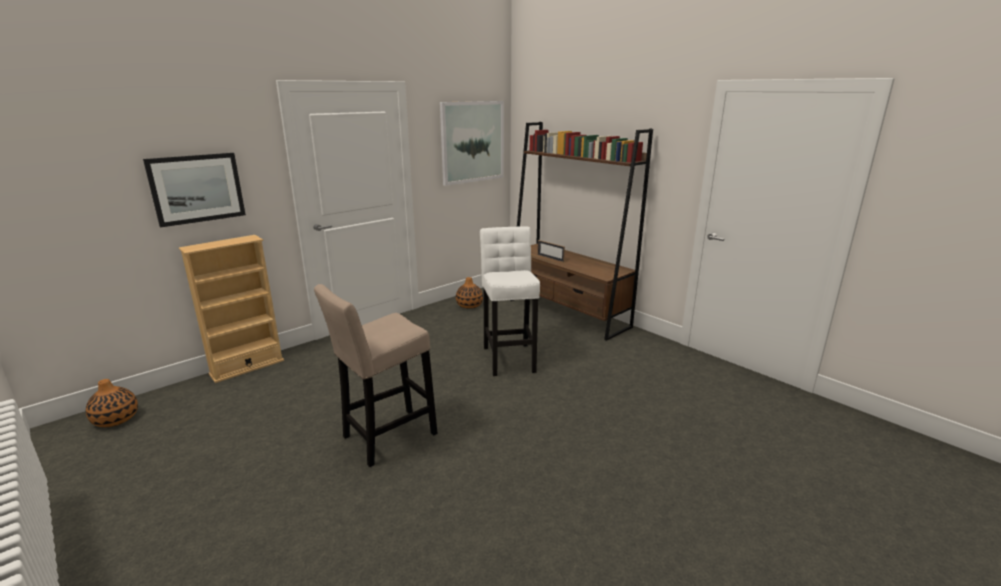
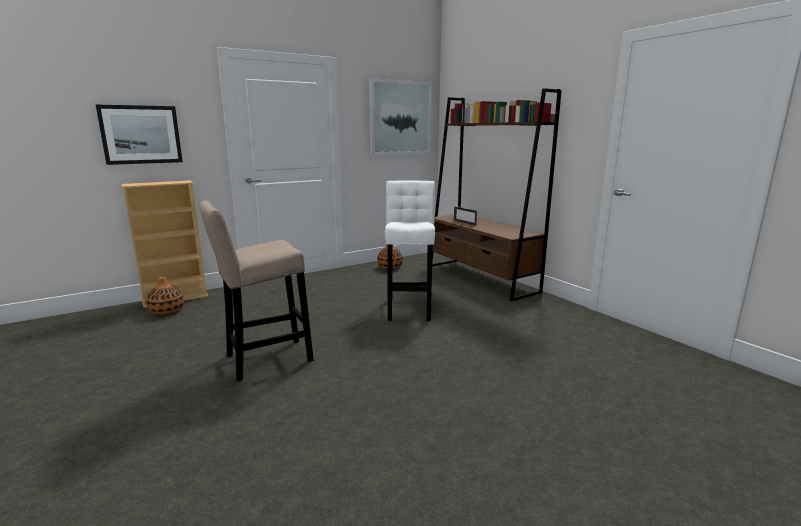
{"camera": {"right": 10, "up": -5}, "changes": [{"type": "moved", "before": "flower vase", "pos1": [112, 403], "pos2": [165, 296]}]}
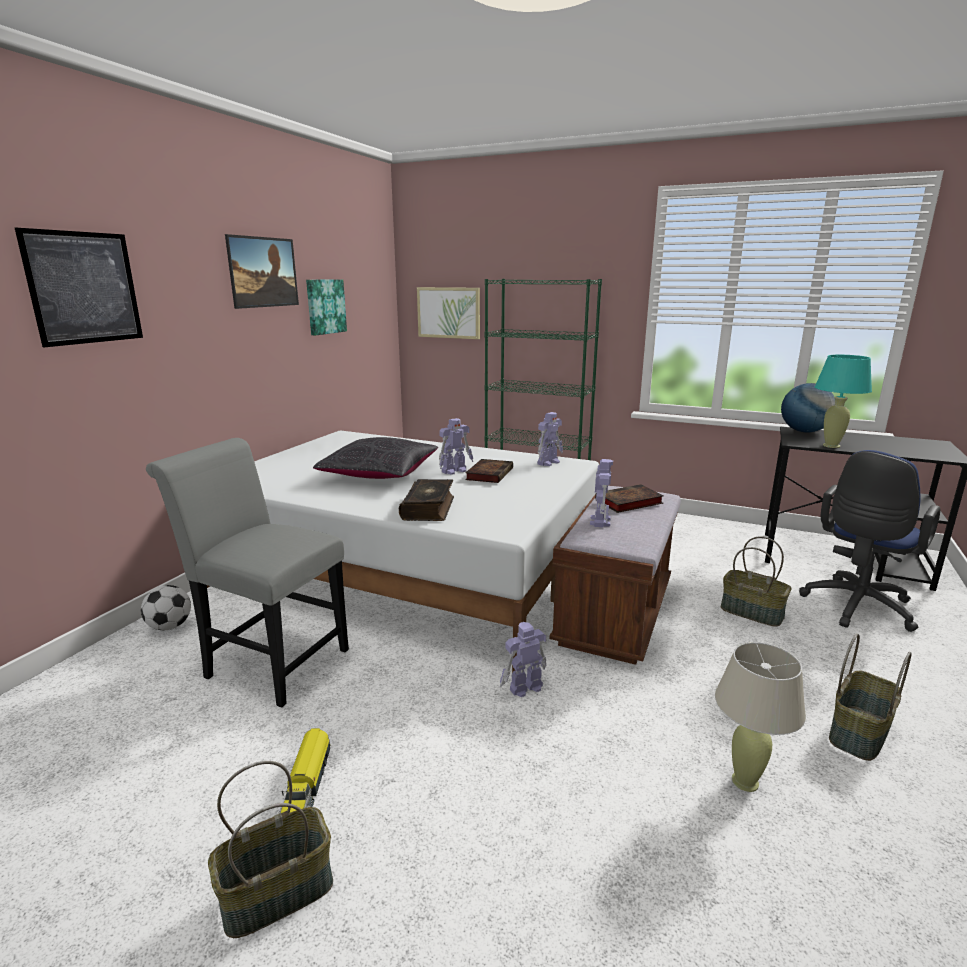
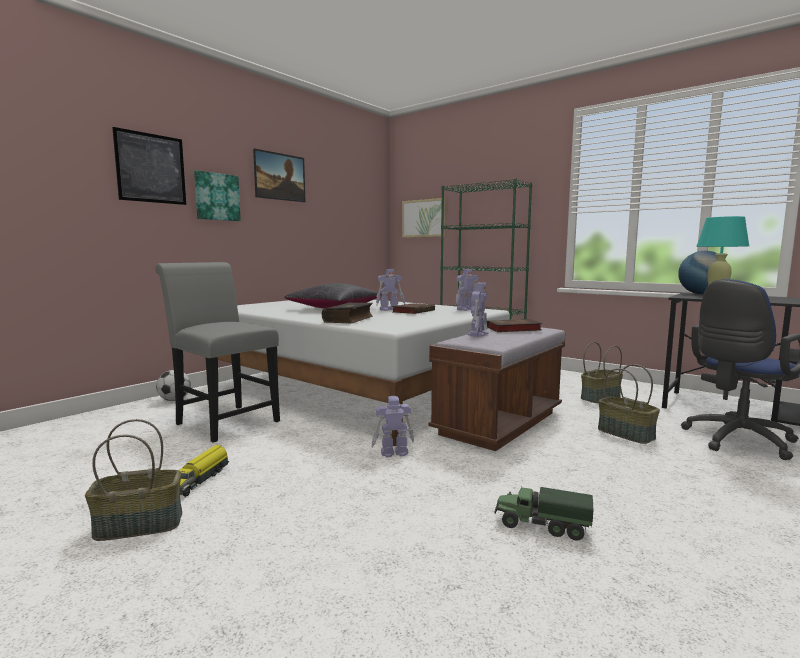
{"camera": {"right": 15, "up": -10}, "changes": [{"type": "moved", "before": "wall art", "pos1": [326, 307], "pos2": [217, 195]}, {"type": "moved", "before": "storage basket", "pos1": [870, 697], "pos2": [602, 372]}, {"type": "replaced", "before": "sand-coloured lamp for a table", "after": "model truck", "pos1": [760, 717], "pos2": [543, 514]}]}
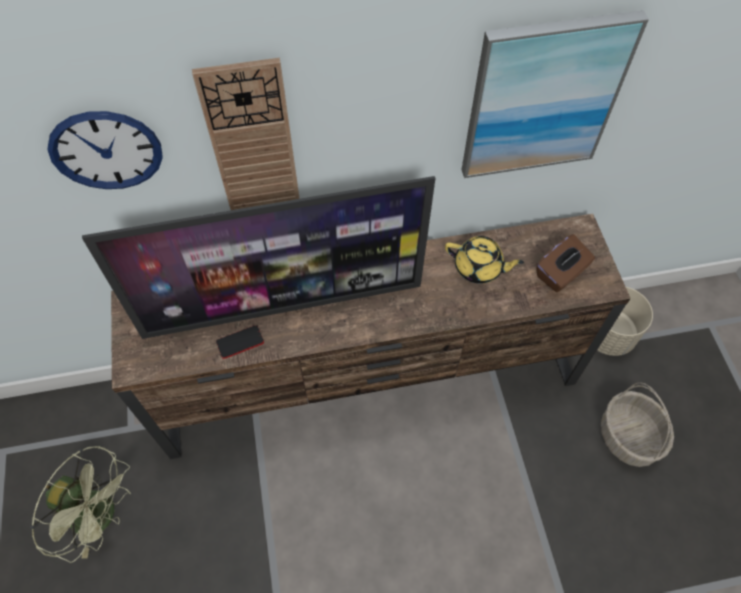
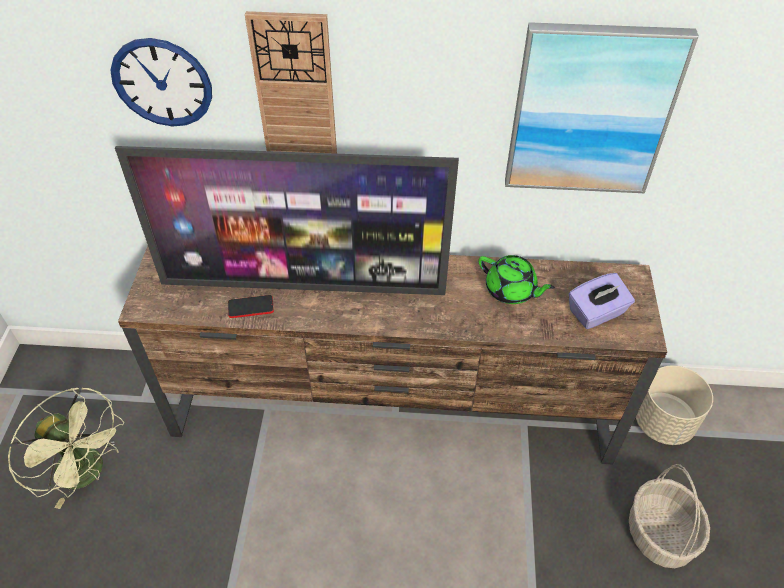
{"camera": {"right": 15, "up": -10}, "changes": [{"type": "recoloured", "before": "yellow pot for tea", "after": "greenish pot for tea", "pos1": [484, 260], "pos2": [517, 279]}, {"type": "recoloured", "before": "brown tissue box", "after": "purplish tissue box", "pos1": [566, 263], "pos2": [602, 301]}]}
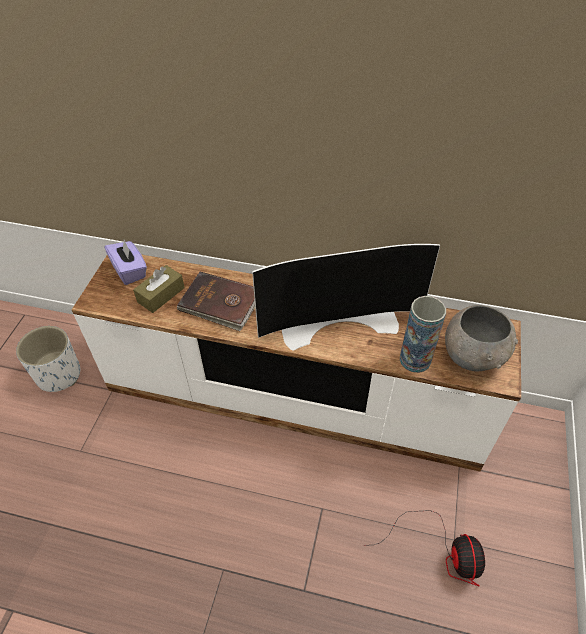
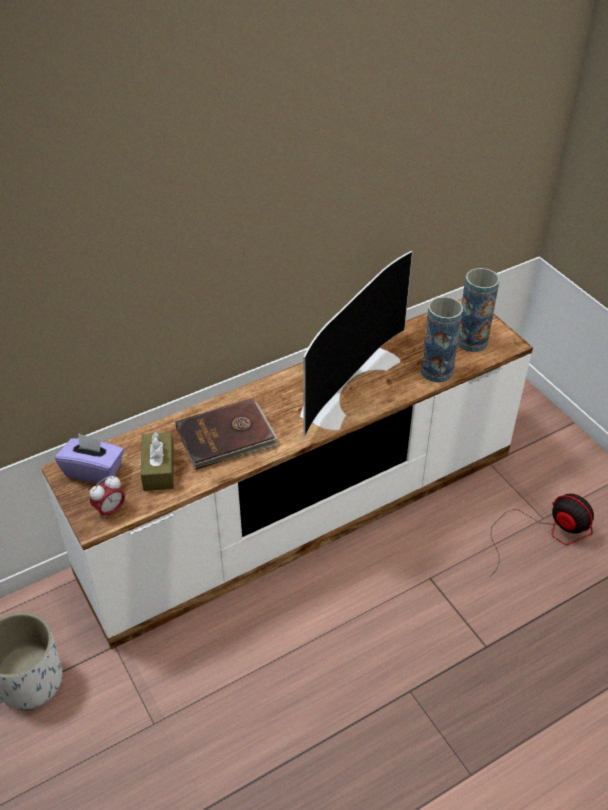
{"camera": {"right": -45, "up": -5}, "changes": [{"type": "added", "after": "table clock", "pos2": [107, 498]}, {"type": "replaced", "before": "greyish bowl", "after": "flower vase", "pos1": [481, 338], "pos2": [479, 310]}]}
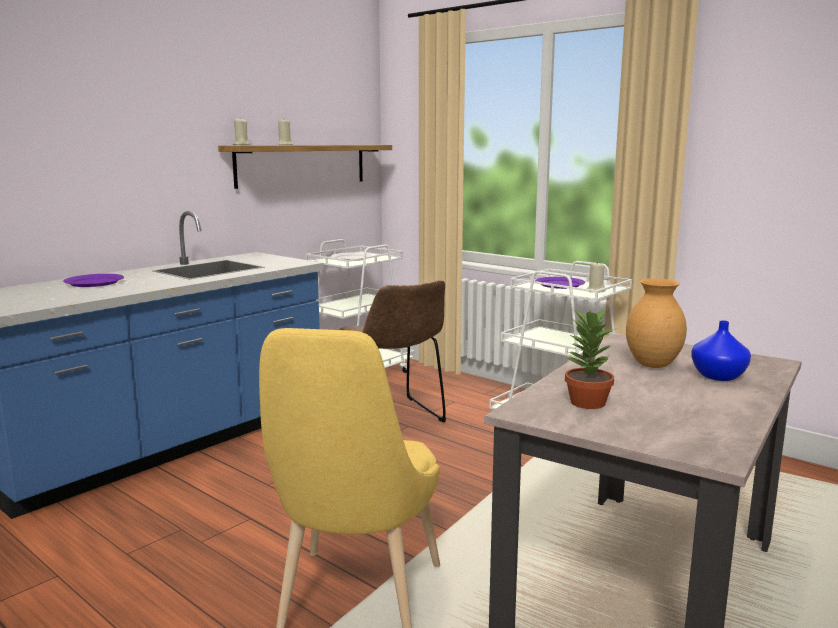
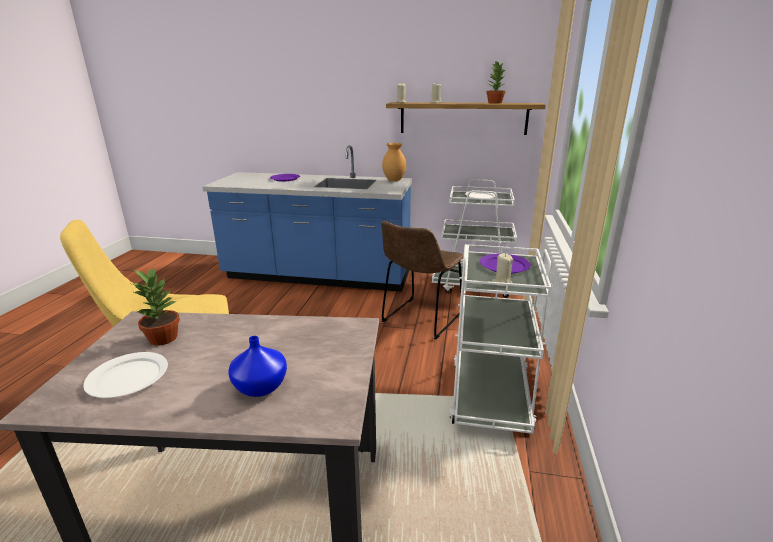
{"camera": {"right": 60, "up": 10}, "changes": [{"type": "added", "after": "white flat dish", "pos2": [125, 375]}, {"type": "added", "after": "potted plant", "pos2": [496, 82]}, {"type": "moved", "before": "brown flower vase", "pos1": [656, 323], "pos2": [394, 162]}]}
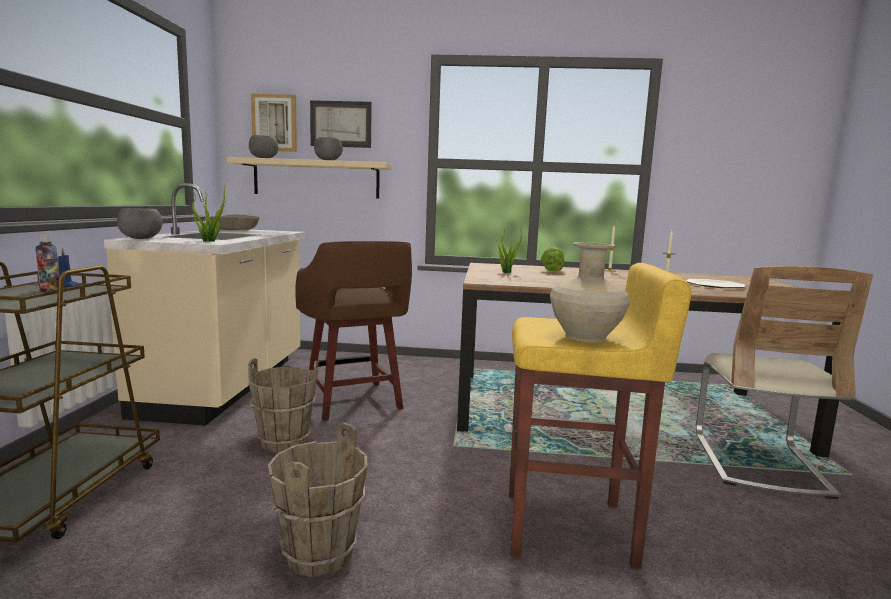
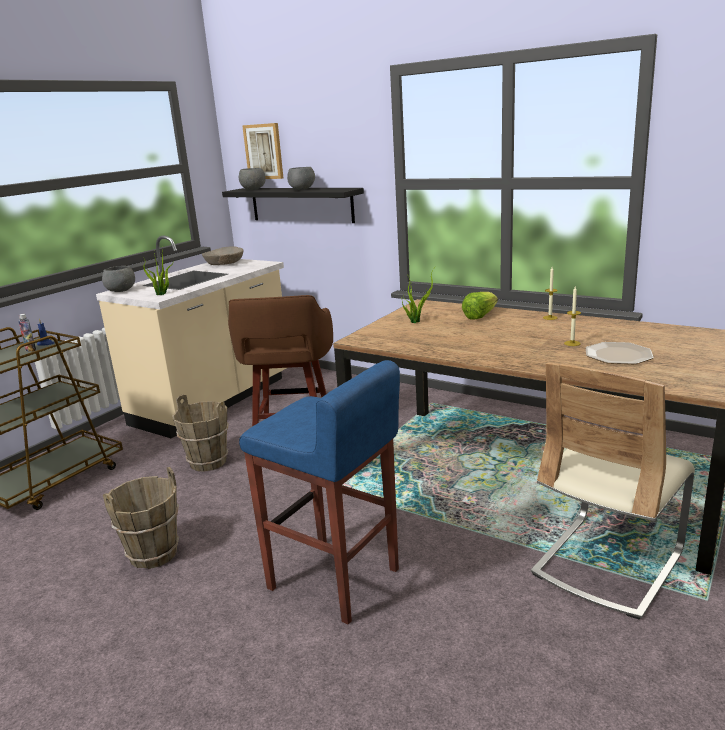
{"camera": {"right": 30, "up": 10}, "changes": [{"type": "removed", "before": "wall art", "pos1": [341, 124]}, {"type": "removed", "before": "sand-coloured flower vase", "pos1": [590, 292]}, {"type": "recoloured", "before": "sand-coloured shelf", "after": "black shelf", "pos1": [309, 178], "pos2": [293, 205]}, {"type": "recoloured", "before": "yellow stool", "after": "bluish stool", "pos1": [600, 416], "pos2": [319, 492]}]}
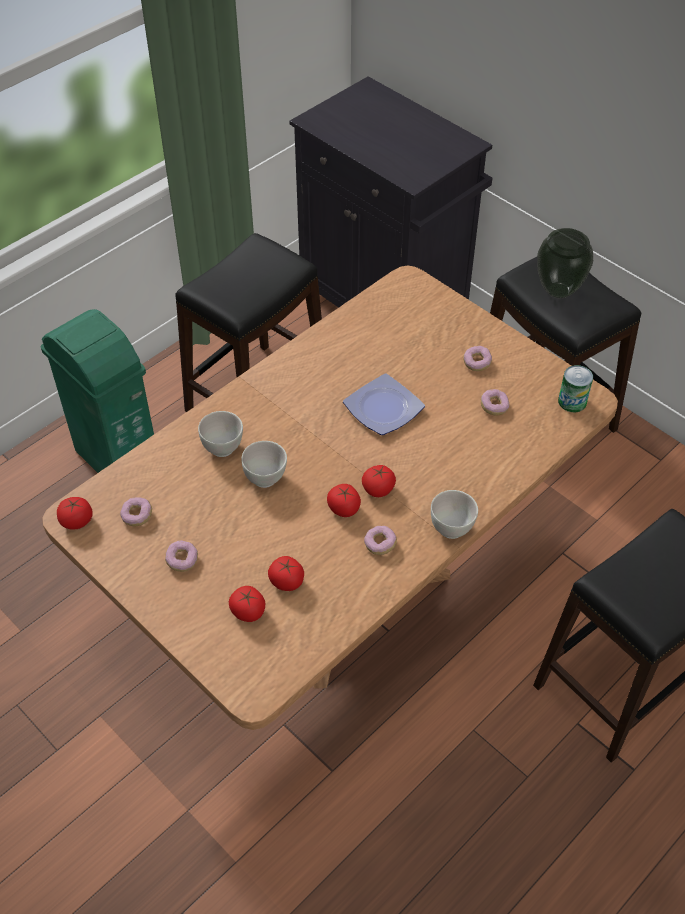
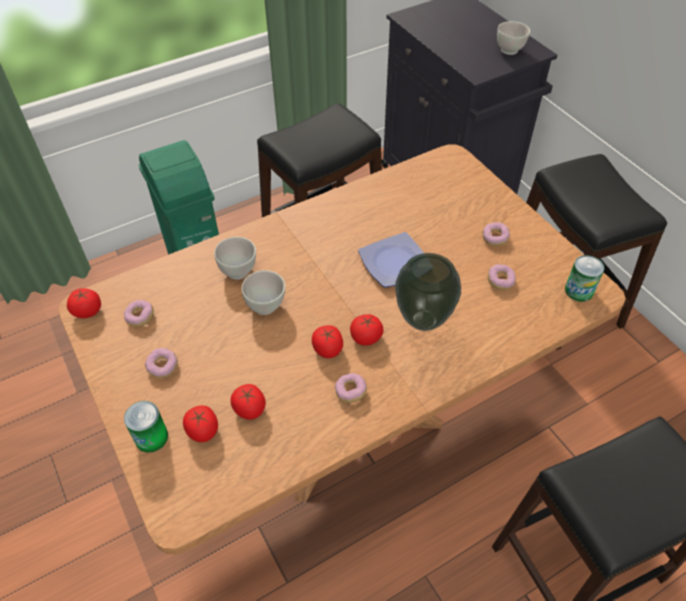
{"camera": {"right": 15, "up": 0}, "changes": [{"type": "added", "after": "can", "pos2": [146, 427]}, {"type": "moved", "before": "white bowl", "pos1": [454, 514], "pos2": [513, 38]}, {"type": "moved", "before": "flower vase", "pos1": [565, 263], "pos2": [428, 292]}]}
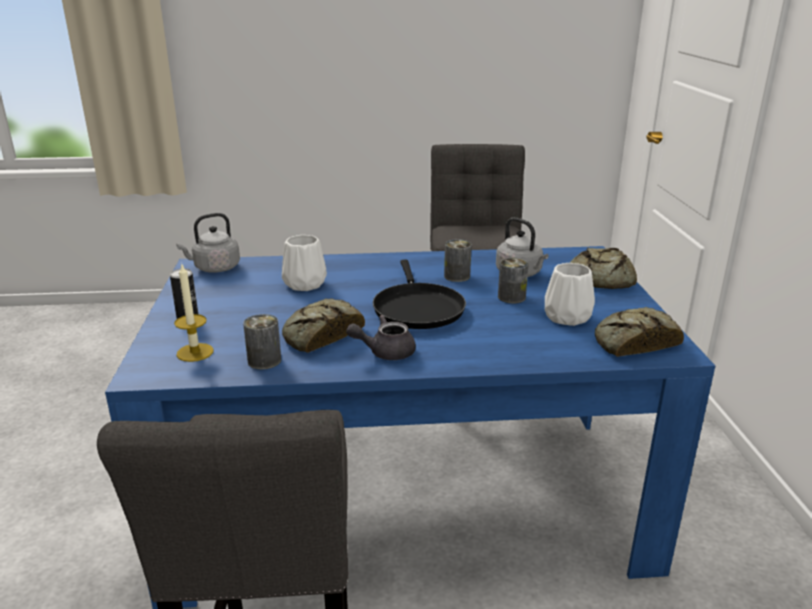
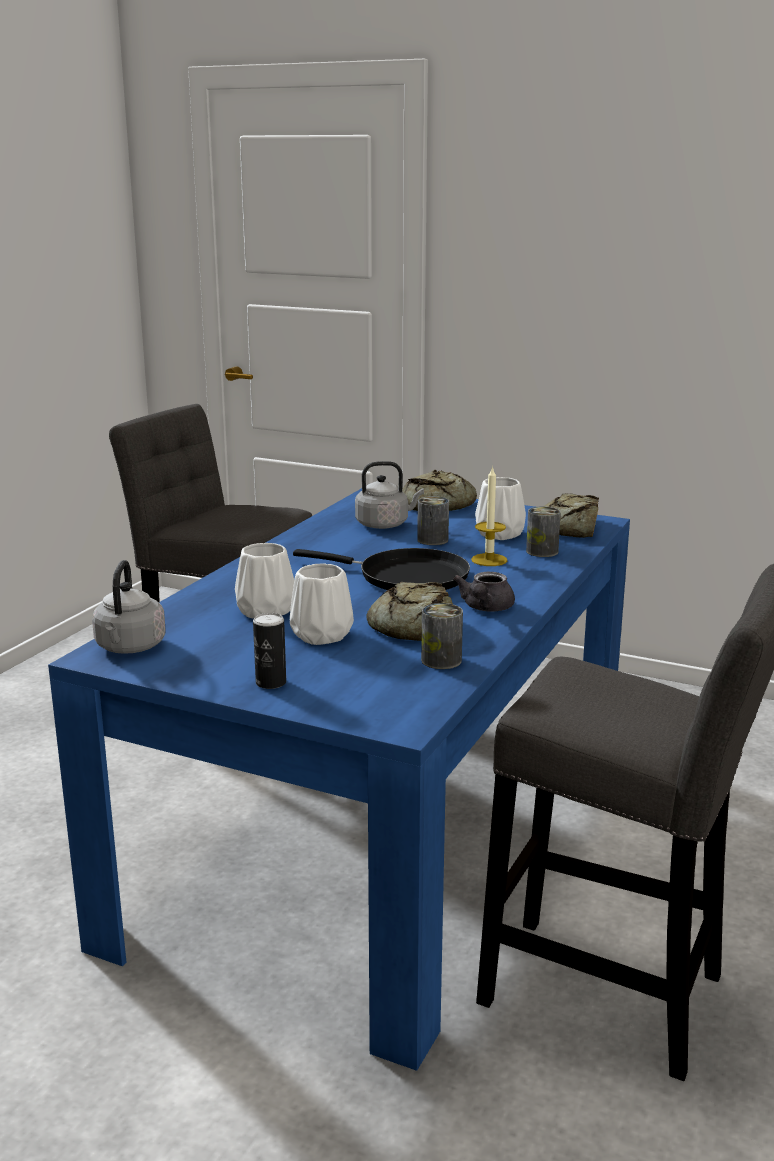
{"camera": {"right": -60, "up": -5}, "changes": [{"type": "added", "after": "white flower vase", "pos2": [322, 604]}, {"type": "moved", "before": "wax light", "pos1": [194, 313], "pos2": [489, 516]}, {"type": "moved", "before": "can", "pos1": [458, 260], "pos2": [543, 531]}]}
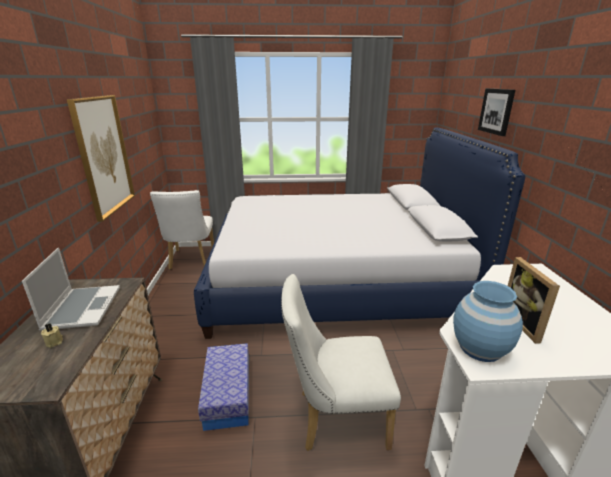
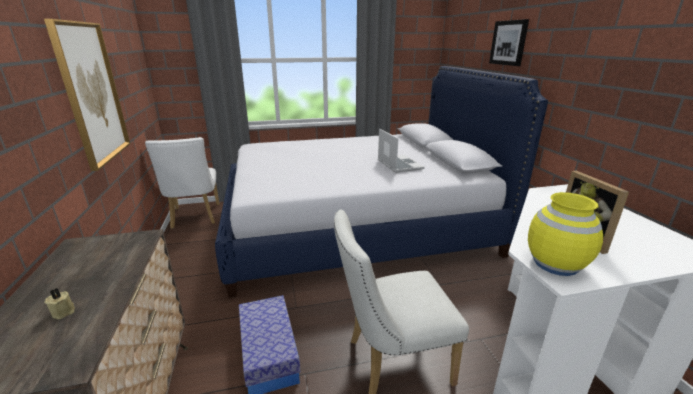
{"camera": {"right": -10, "up": 0}, "changes": [{"type": "moved", "before": "notebook computer", "pos1": [71, 289], "pos2": [401, 151]}, {"type": "recoloured", "before": "bluish flower vase", "after": "yellow flower vase", "pos1": [488, 321], "pos2": [565, 234]}]}
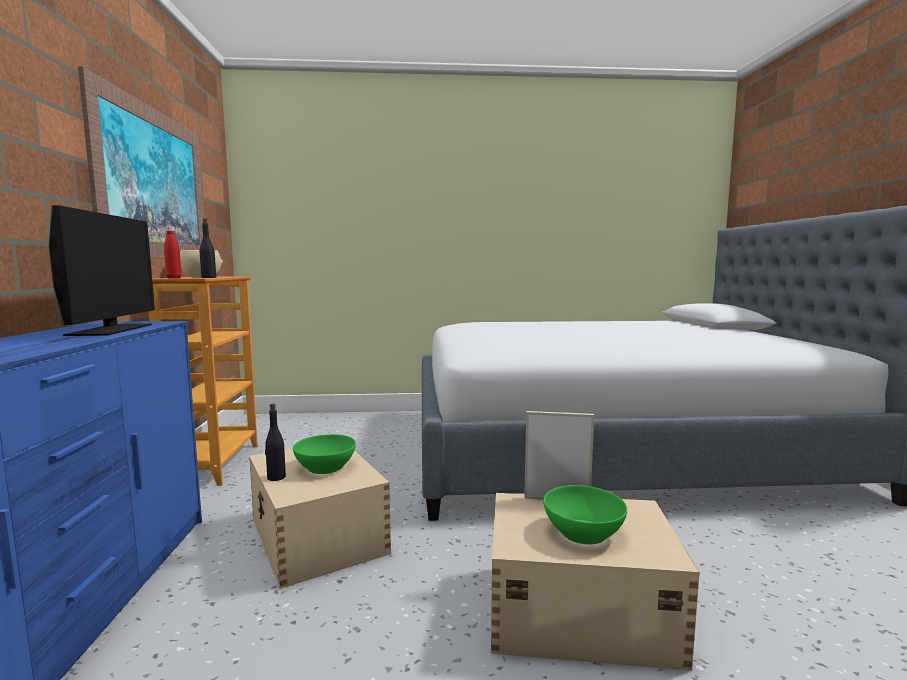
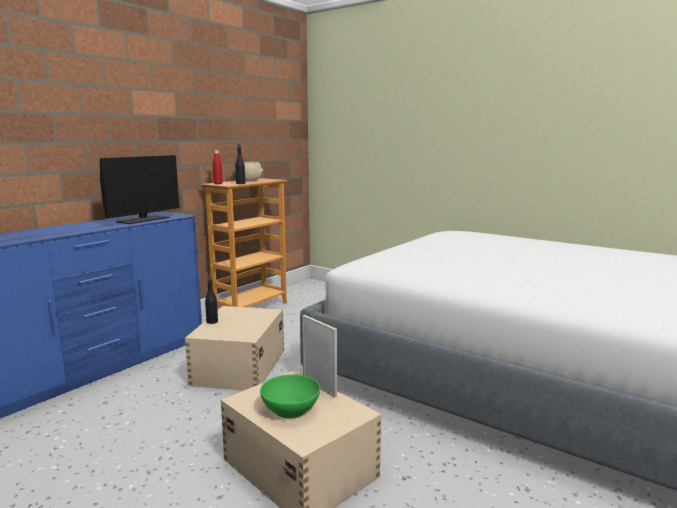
{"camera": {"right": 40, "up": 5}, "changes": [{"type": "removed", "before": "wall art", "pos1": [141, 162]}, {"type": "removed", "before": "greenish bowl", "pos1": [324, 454]}]}
